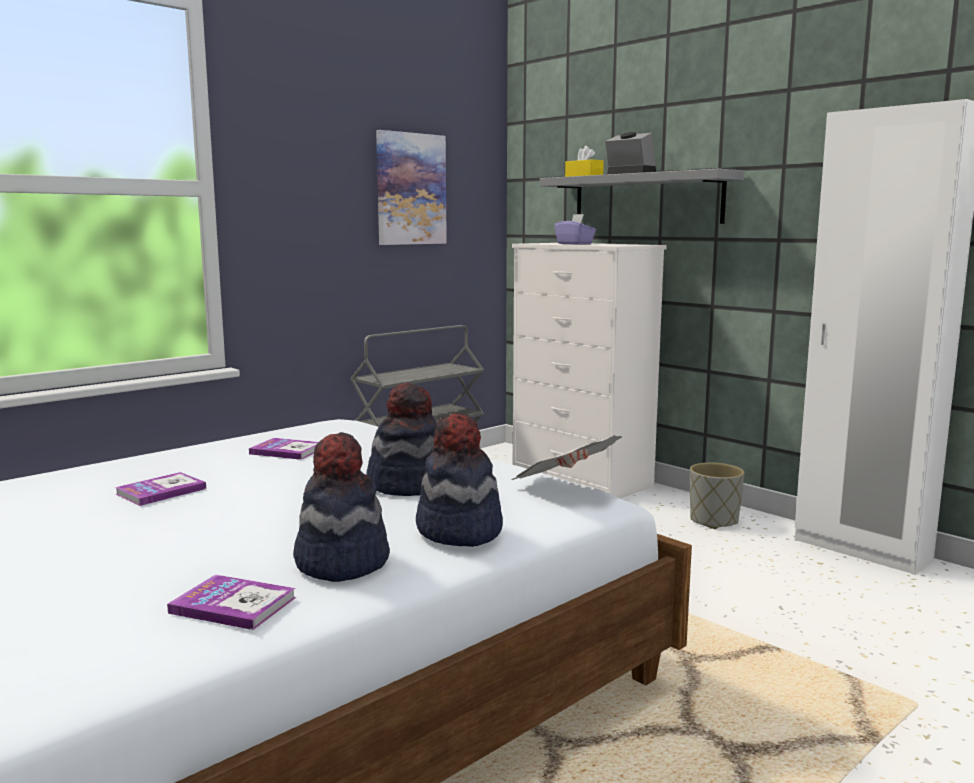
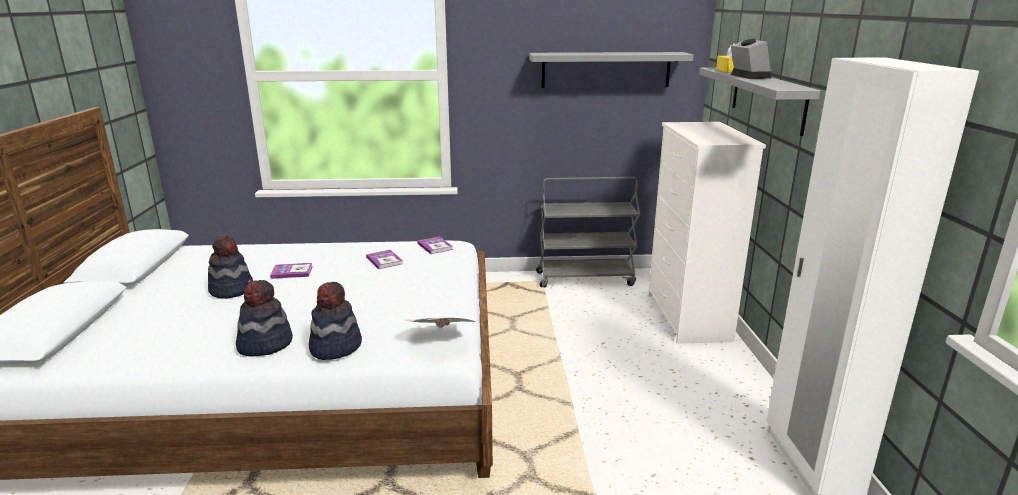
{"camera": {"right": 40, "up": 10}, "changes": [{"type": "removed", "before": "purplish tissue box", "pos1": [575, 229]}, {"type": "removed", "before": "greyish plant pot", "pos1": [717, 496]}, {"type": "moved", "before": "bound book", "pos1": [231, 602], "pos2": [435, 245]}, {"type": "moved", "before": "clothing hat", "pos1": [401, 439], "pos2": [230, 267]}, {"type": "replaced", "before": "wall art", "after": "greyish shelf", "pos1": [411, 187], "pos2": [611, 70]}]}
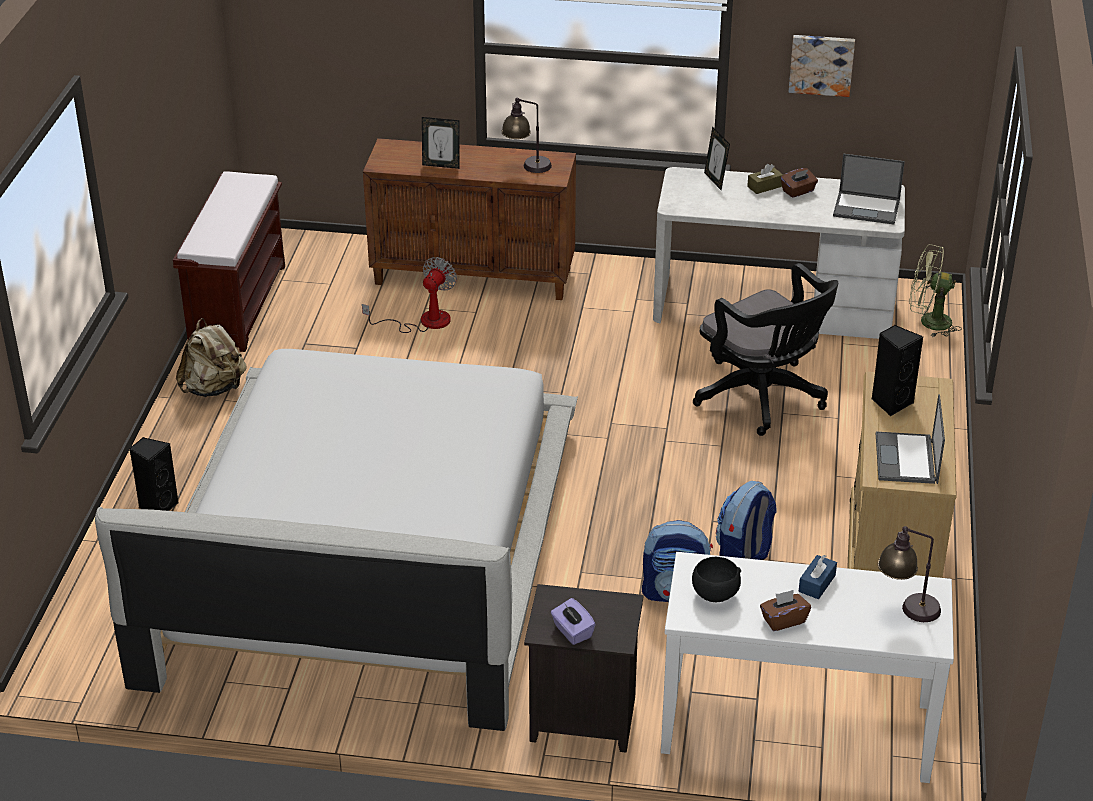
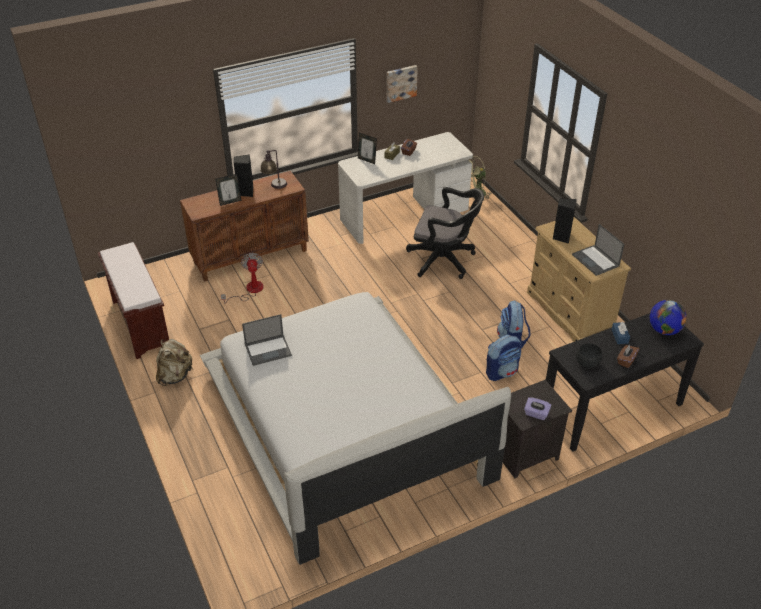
{"camera": {"right": -35, "up": 5}, "changes": [{"type": "moved", "before": "black audio speaker", "pos1": [154, 474], "pos2": [243, 175]}, {"type": "moved", "before": "notebook computer", "pos1": [869, 188], "pos2": [267, 340]}, {"type": "replaced", "before": "lamp for a table", "after": "desk globe", "pos1": [909, 574], "pos2": [668, 317]}, {"type": "recoloured", "before": "white narrow table", "after": "black narrow table", "pos1": [807, 667], "pos2": [625, 382]}]}
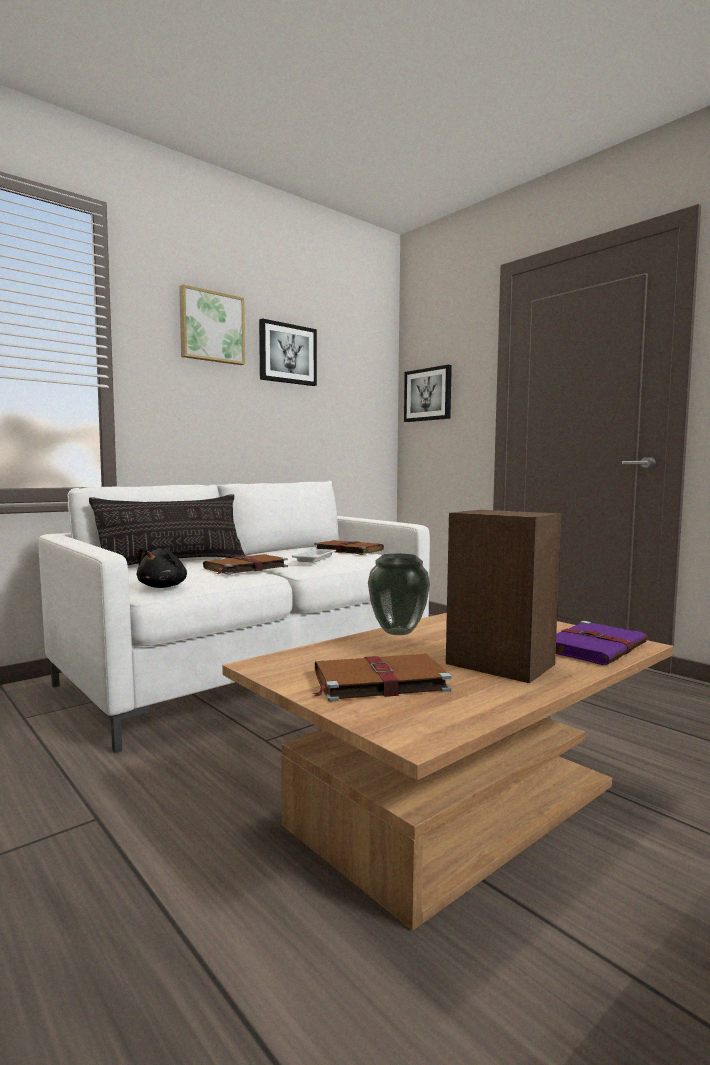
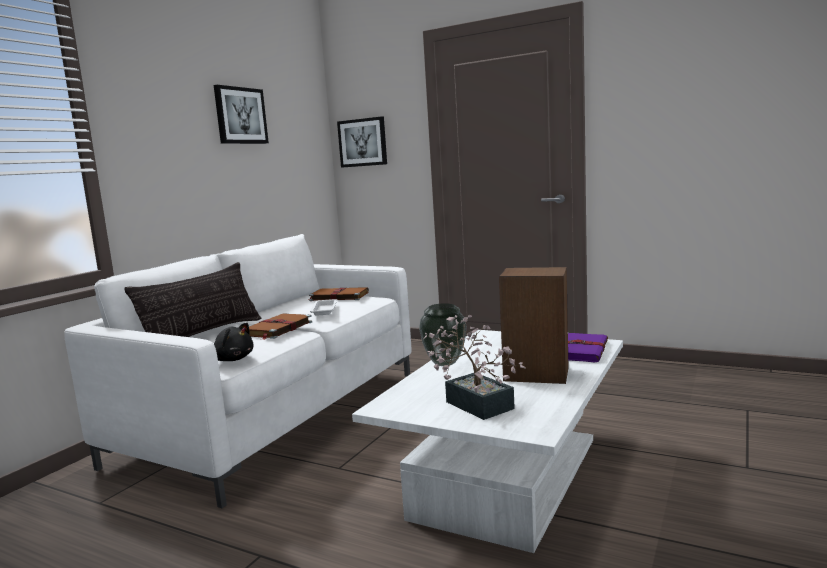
{"camera": {"right": -20, "up": 5}, "changes": [{"type": "removed", "before": "wall art", "pos1": [212, 324]}, {"type": "replaced", "before": "brown bound book", "after": "potted plant", "pos1": [382, 678], "pos2": [475, 367]}, {"type": "recoloured", "before": "brown coffee table", "after": "white coffee table", "pos1": [448, 772], "pos2": [487, 441]}, {"type": "turned", "before": "black soft toy", "pos1": [161, 567], "pos2": [234, 341], "turn": -60}]}
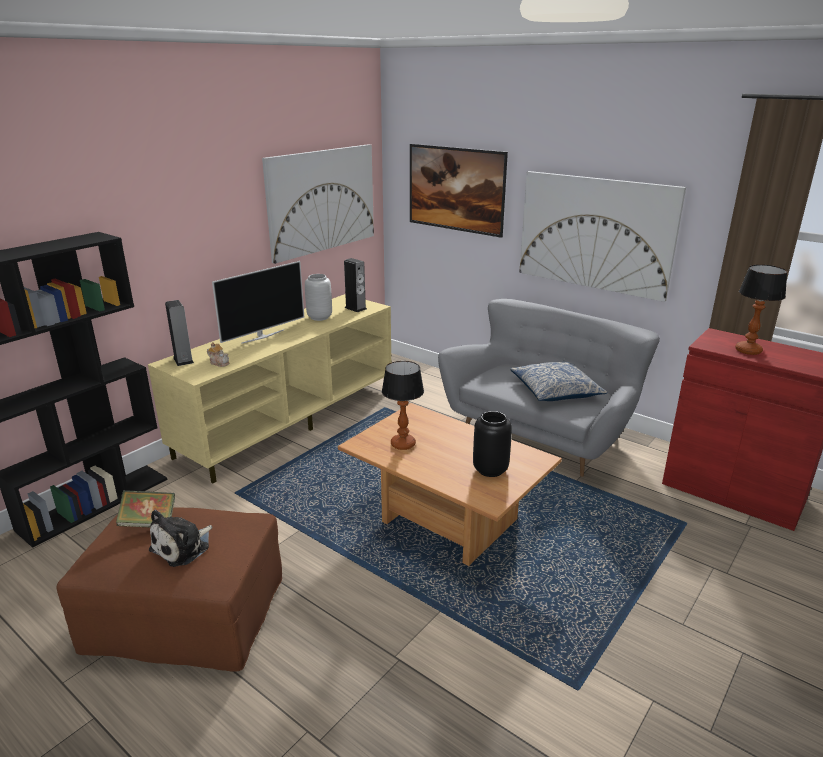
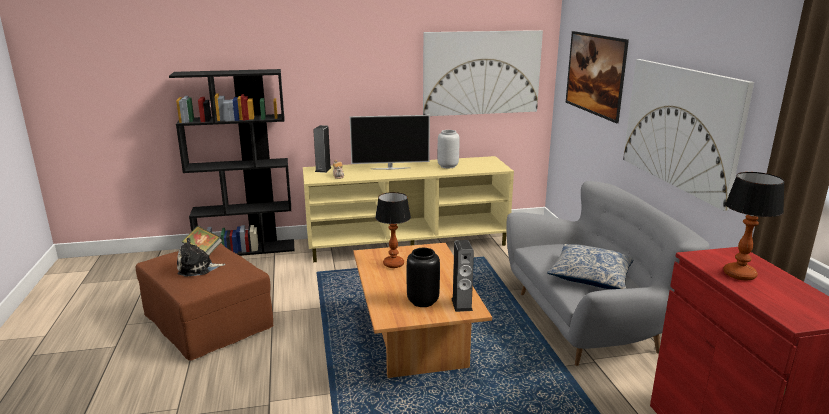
{"camera": {"right": 40, "up": -5}, "changes": [{"type": "moved", "before": "audio speaker", "pos1": [355, 285], "pos2": [463, 276]}]}
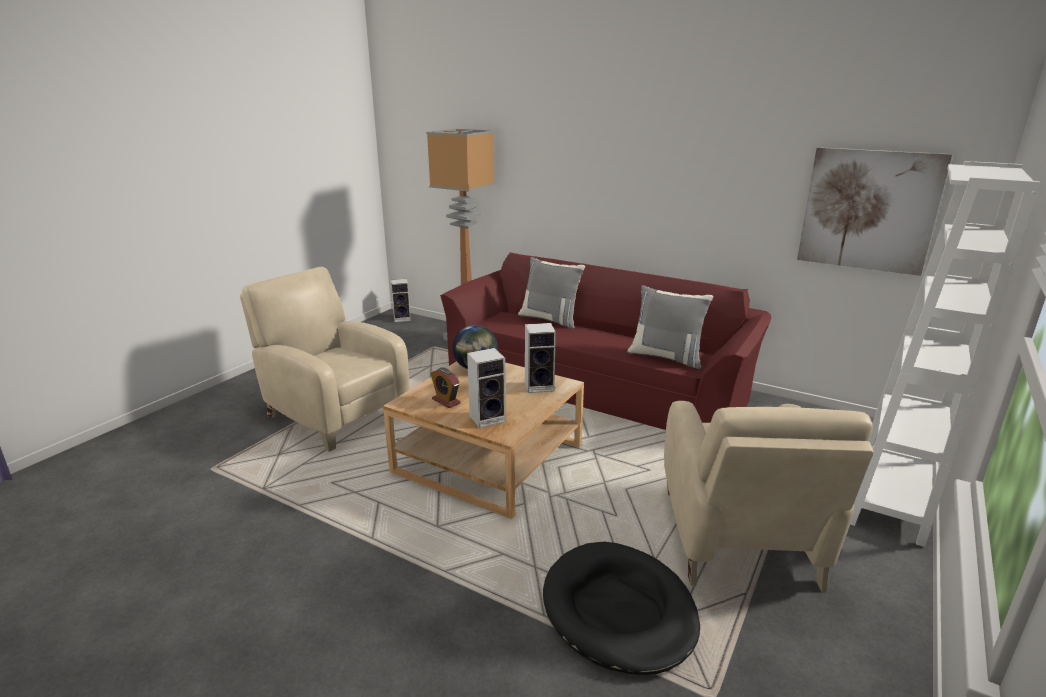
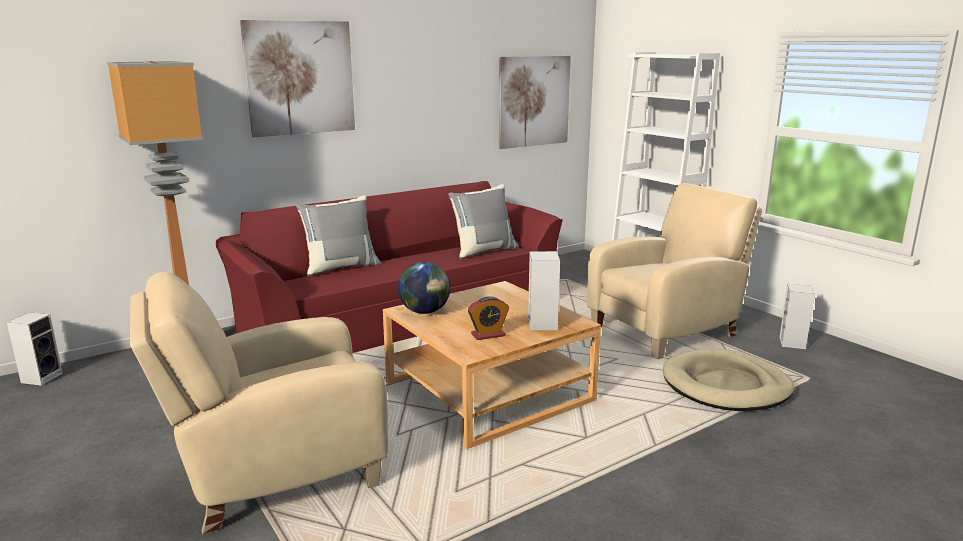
{"camera": {"right": -65, "up": -5}, "changes": [{"type": "added", "after": "wall art", "pos2": [297, 78]}, {"type": "moved", "before": "audio speaker", "pos1": [540, 358], "pos2": [797, 316]}, {"type": "recoloured", "before": "black dog bed", "after": "sand-coloured dog bed", "pos1": [621, 608], "pos2": [729, 380]}, {"type": "turned", "before": "sand-coloured armchair", "pos1": [769, 497], "pos2": [674, 271], "turn": -60}]}
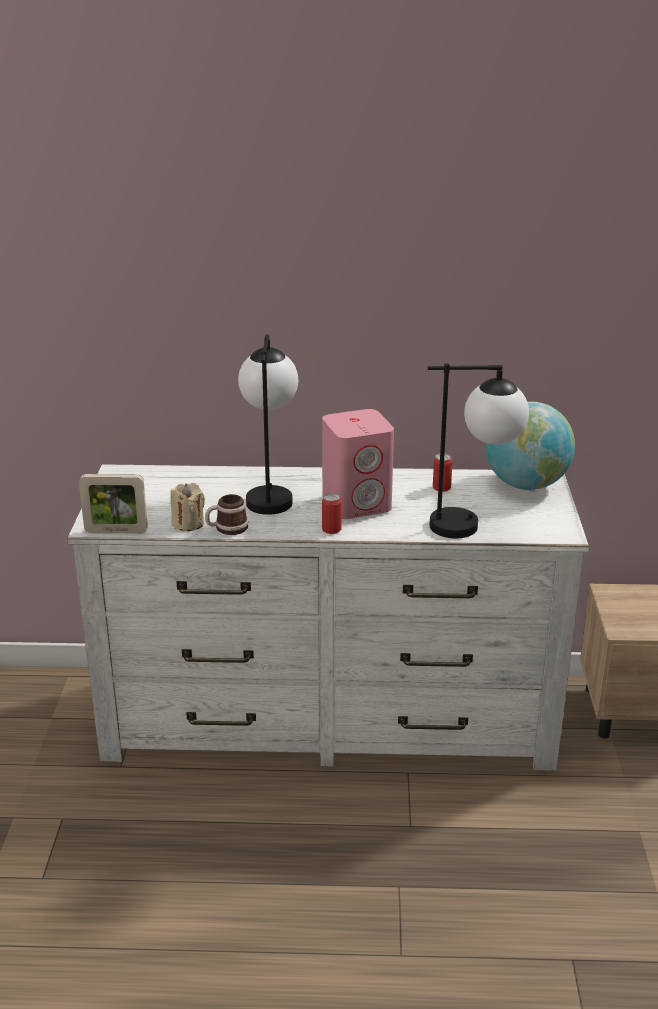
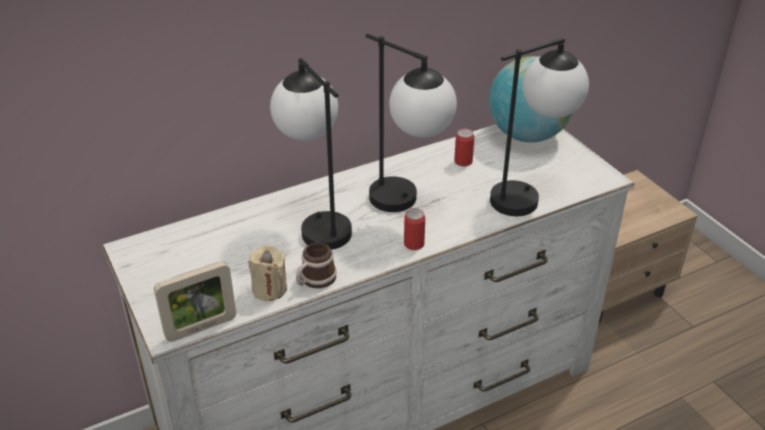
{"camera": {"right": -30, "up": 10}, "changes": [{"type": "replaced", "before": "pinkish audio speaker", "after": "lamp for a table", "pos1": [358, 464], "pos2": [411, 123]}]}
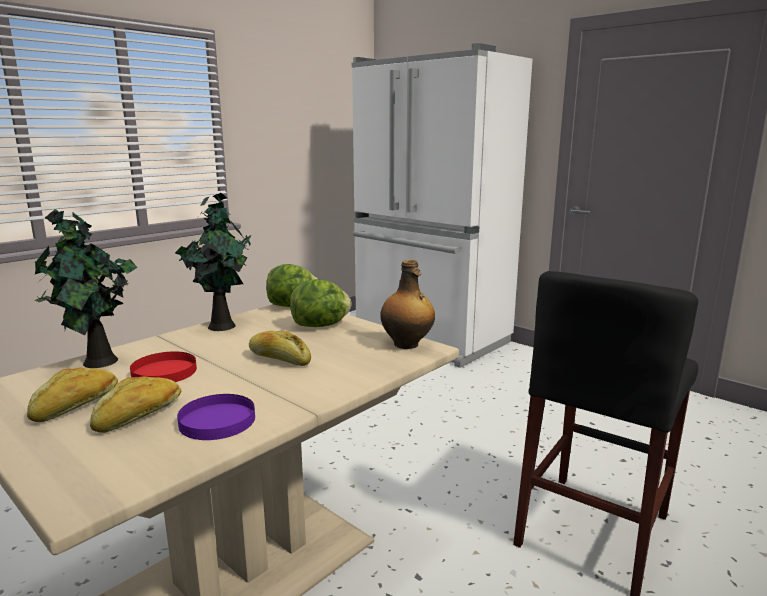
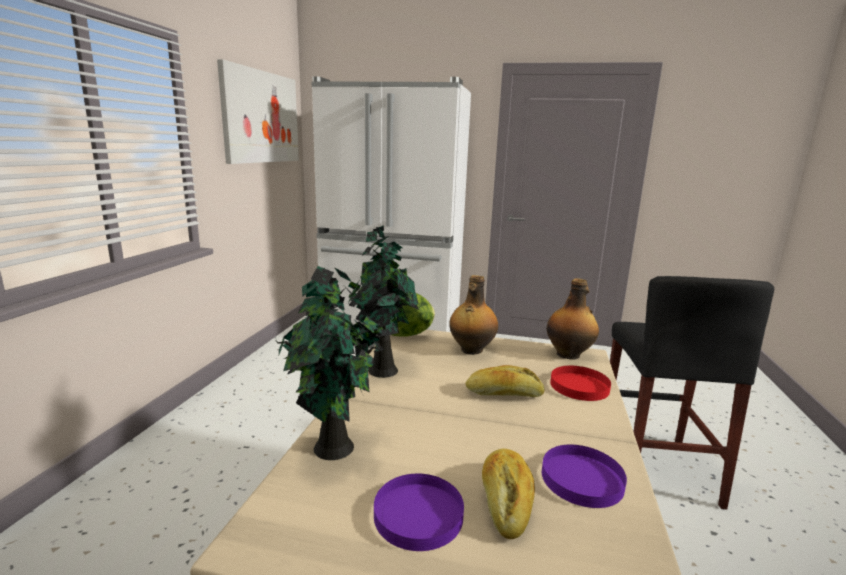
{"camera": {"right": -30, "up": 0}, "changes": [{"type": "added", "after": "wall art", "pos2": [258, 111]}, {"type": "moved", "before": "red-coloured flat dish", "pos1": [163, 366], "pos2": [580, 383]}, {"type": "replaced", "before": "bakery bread", "after": "purplish flat dish", "pos1": [72, 395], "pos2": [419, 512]}, {"type": "replaced", "before": "lettuce", "after": "beverage bottle", "pos1": [321, 303], "pos2": [473, 315]}]}
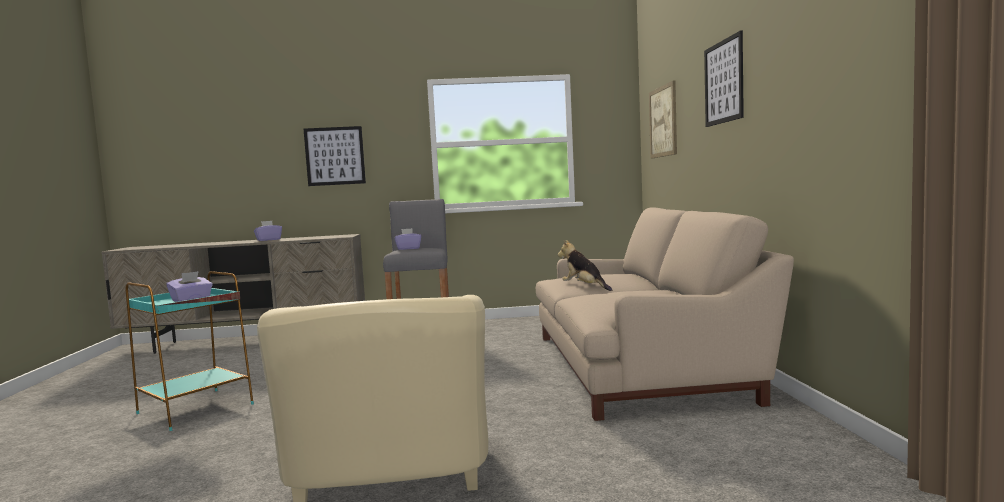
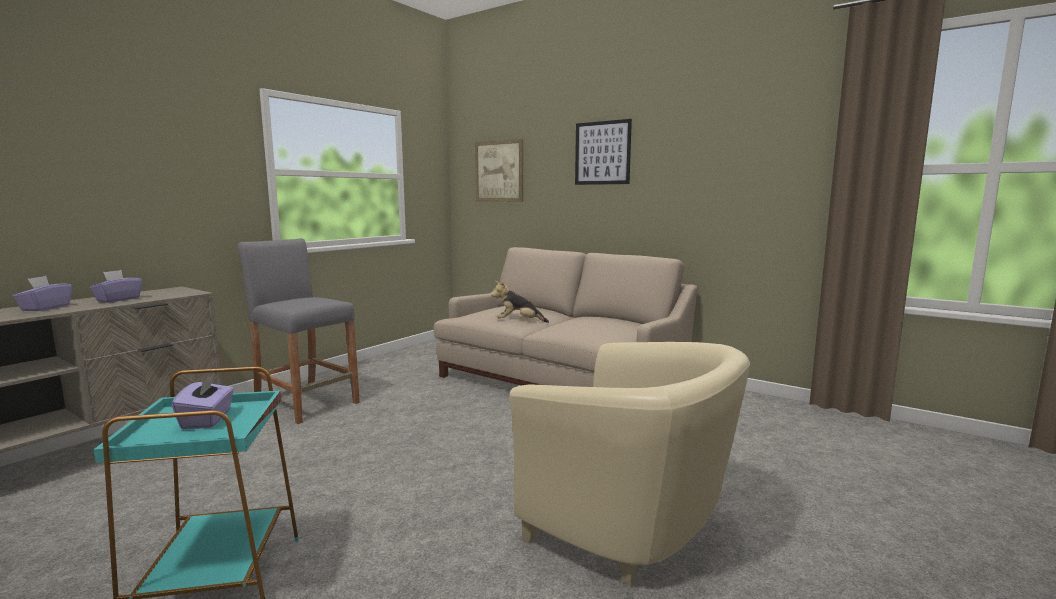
{"camera": {"right": -50, "up": 5}, "changes": [{"type": "removed", "before": "wall art", "pos1": [335, 156]}, {"type": "moved", "before": "purplish tissue box", "pos1": [407, 239], "pos2": [116, 286]}]}
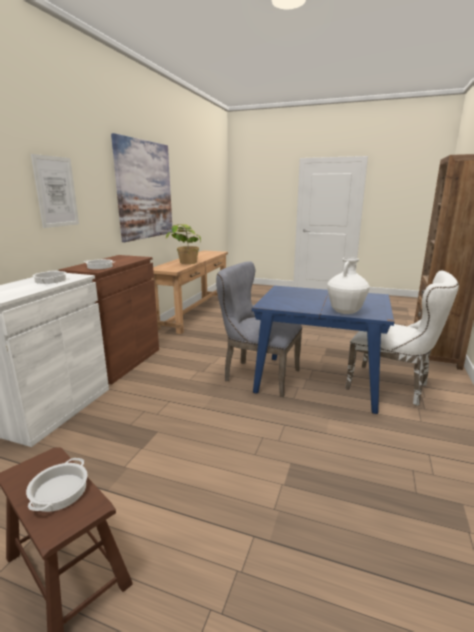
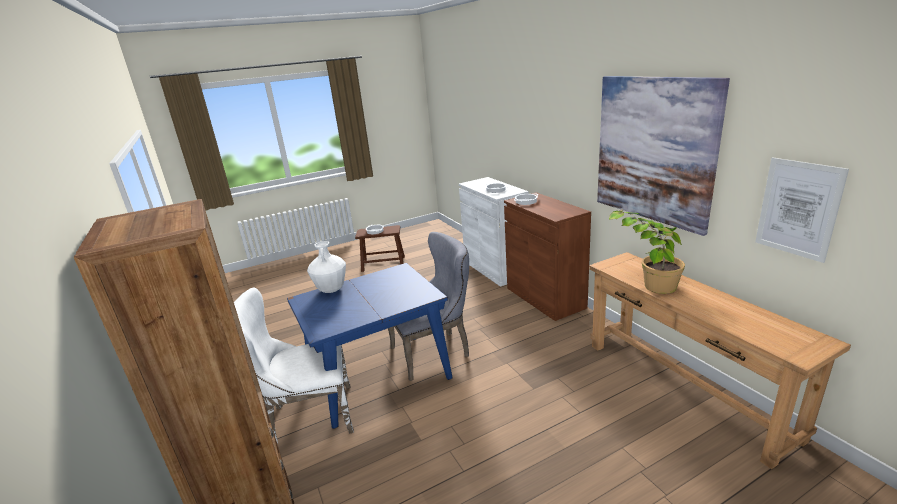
{"camera": {"right": 135, "up": 5}, "changes": [{"type": "moved", "before": "wall art", "pos1": [55, 191], "pos2": [802, 210]}]}
